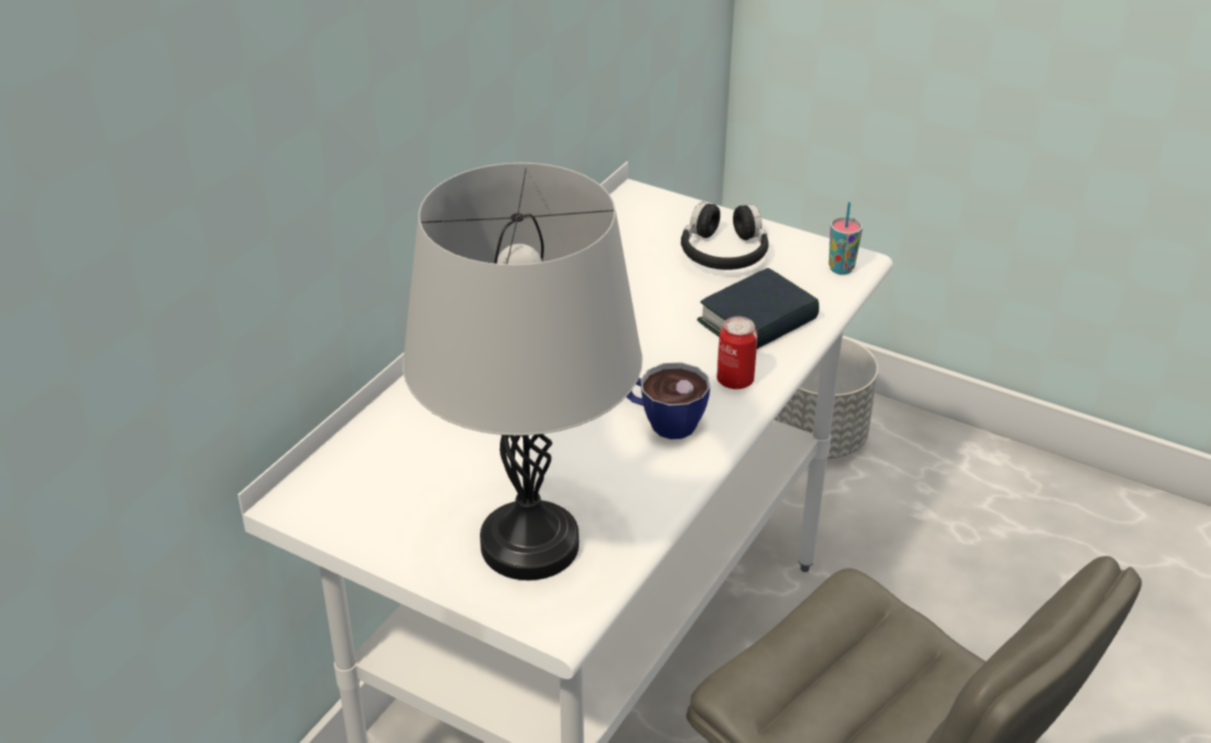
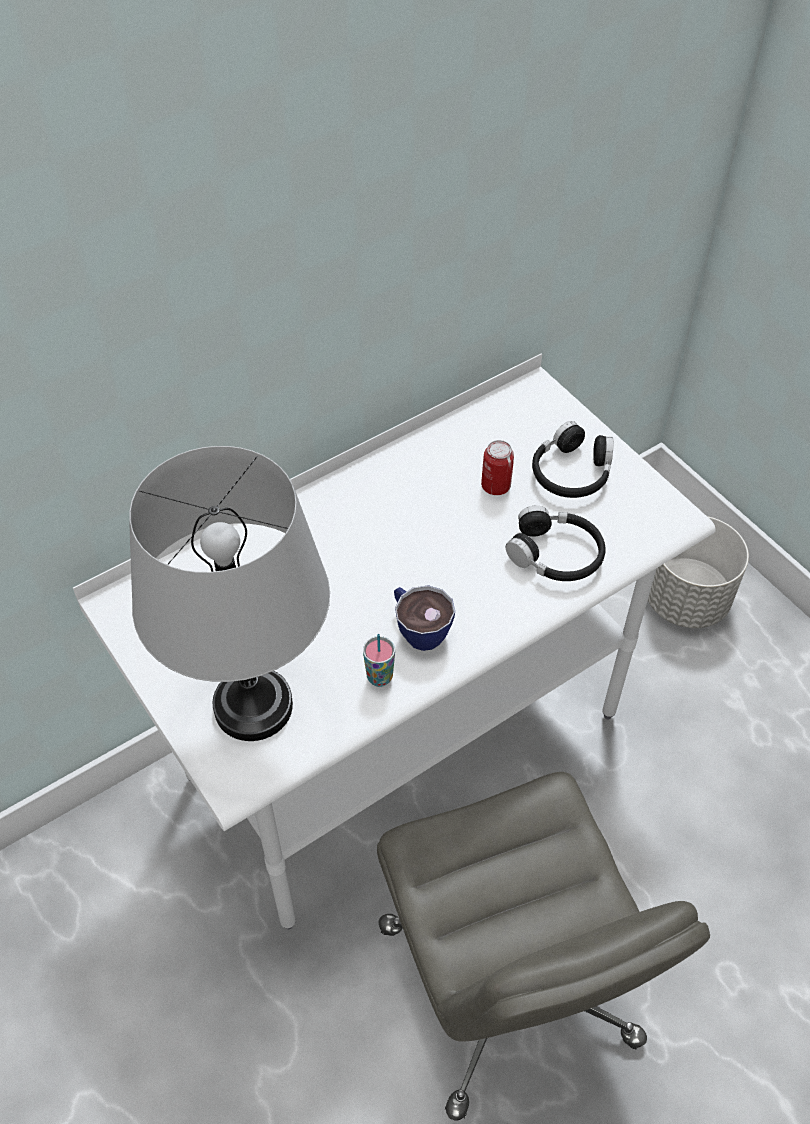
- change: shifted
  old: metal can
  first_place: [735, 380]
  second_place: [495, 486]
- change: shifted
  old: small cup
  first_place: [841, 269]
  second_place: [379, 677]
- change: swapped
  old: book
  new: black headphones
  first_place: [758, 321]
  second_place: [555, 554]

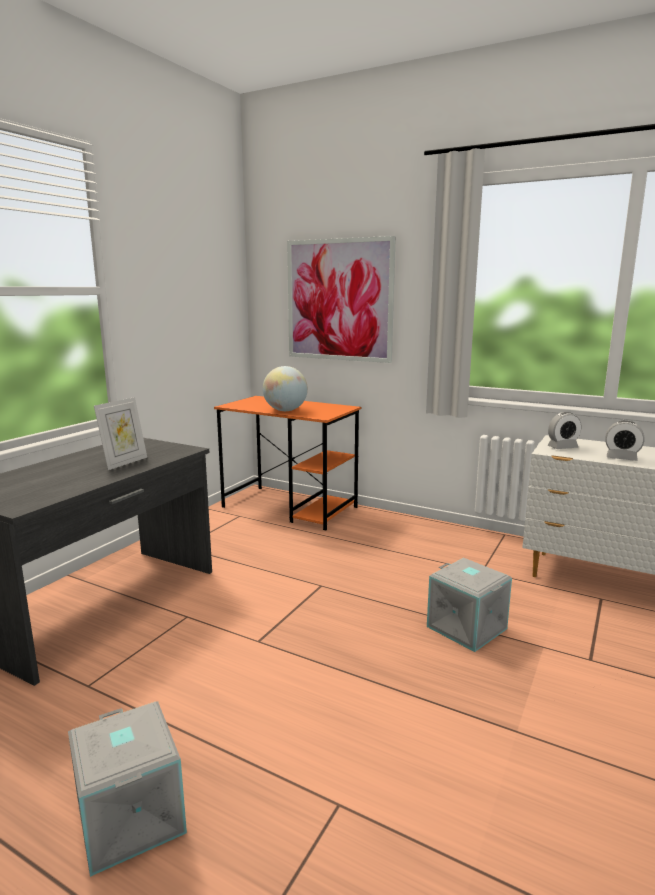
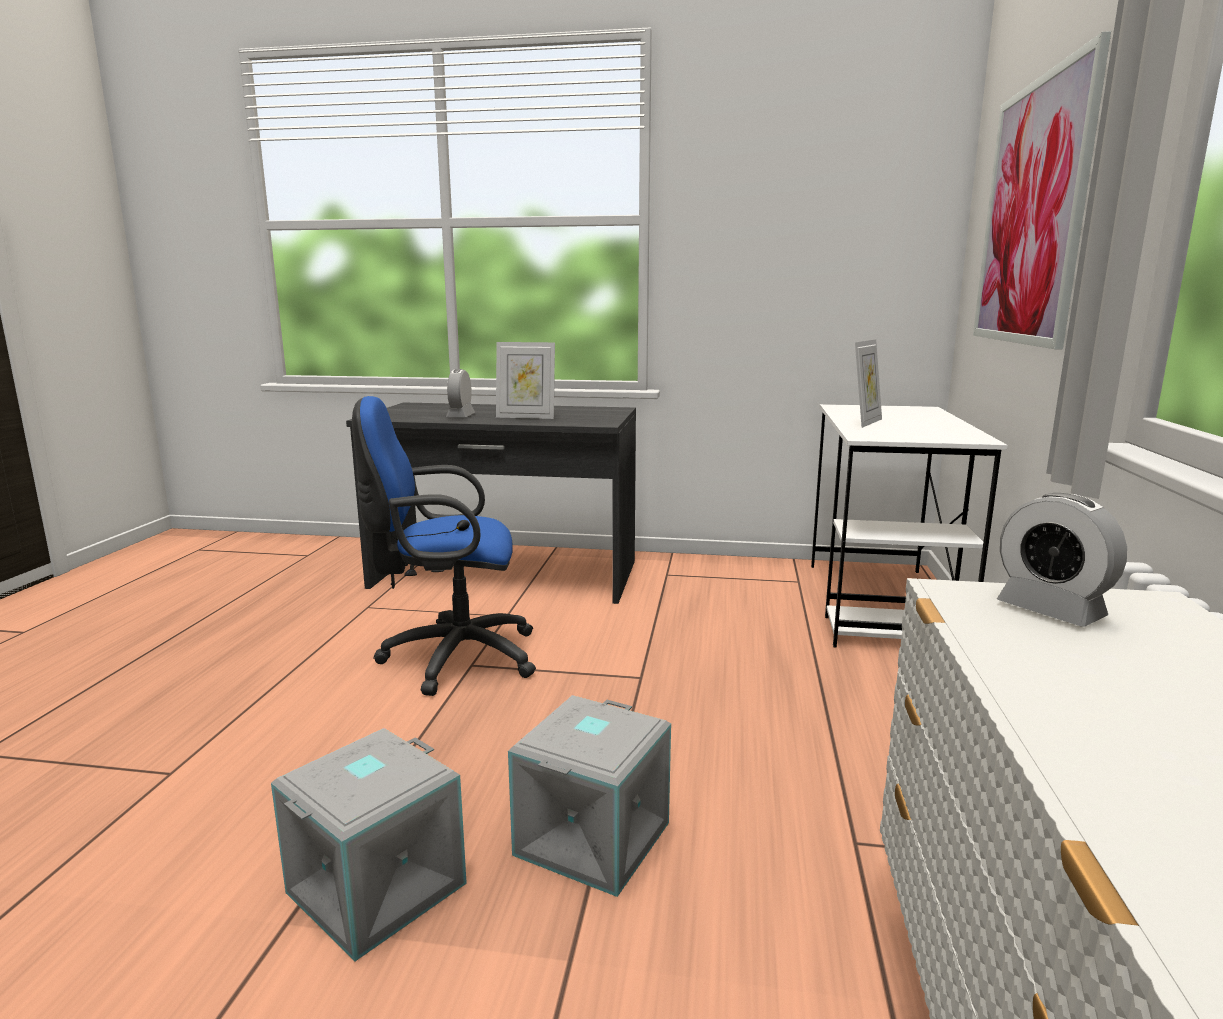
- change: new
  new: blue office chair
  second_place: [451, 658]
- change: shifted
  old: grey storage box
  first_place: [133, 817]
  second_place: [377, 890]
- change: shifted
  old: alarm clock
  first_place: [621, 458]
  second_place: [460, 416]
- change: swapped
  old: world globe
  new: picture frame
  first_place: [285, 410]
  second_place: [865, 422]
- change: repainted
  old: orange-coloured desk table
  new: white desk table
  first_place: [290, 507]
  second_place: [881, 605]

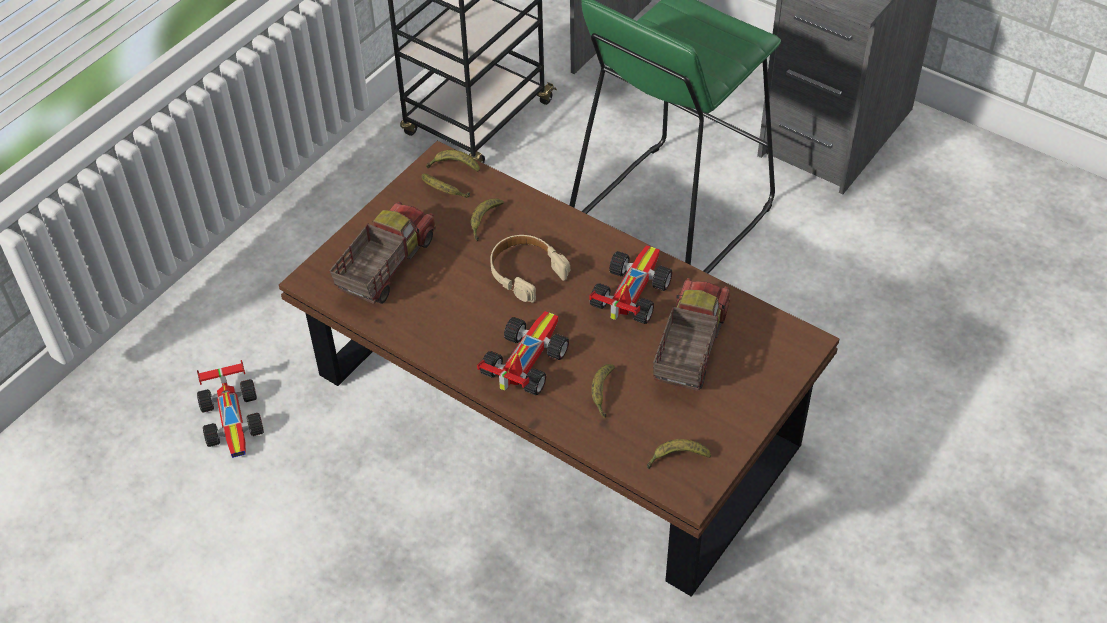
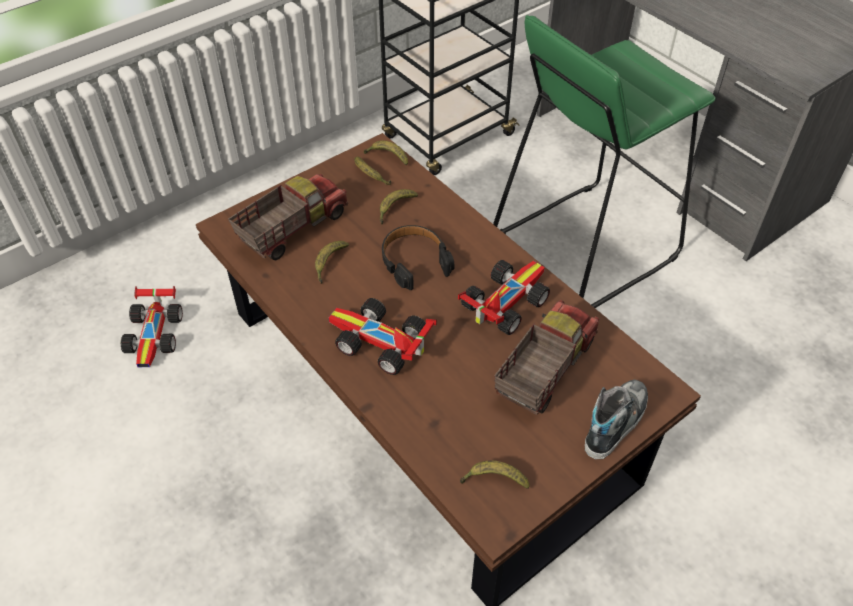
- change: new
  new: item of footwear
  second_place: [615, 422]
- change: shifted
  old: banana
  first_place: [602, 393]
  second_place: [329, 264]
- change: repainted
  old: sand-coloured headphones
  new: black headphones
  first_place: [526, 272]
  second_place: [414, 261]
- change: rotated
  old: miniature car
  first_place: [523, 361]
  second_place: [380, 343]
  degrees: -105

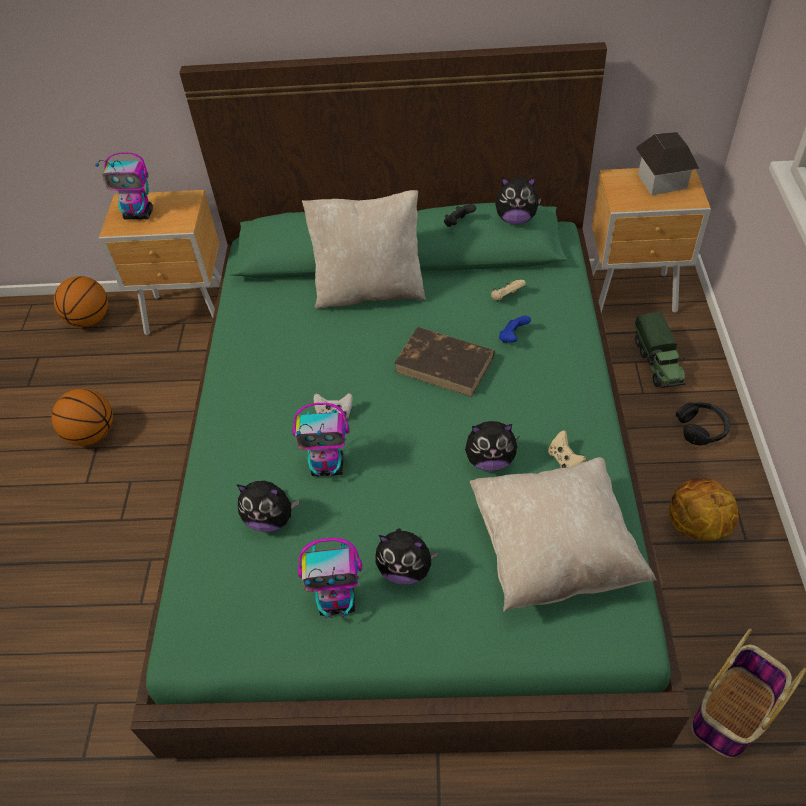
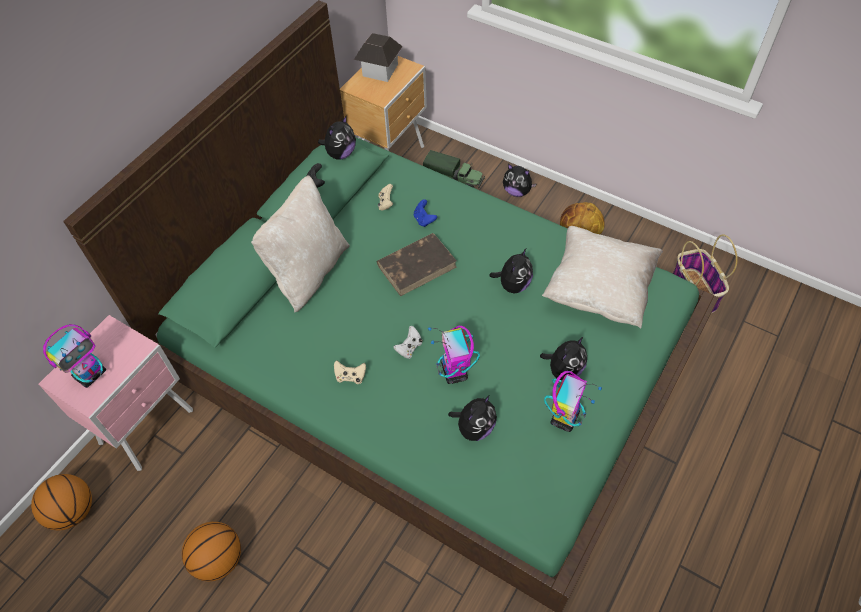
- change: shifted
  old: sand-coloured game controller
  first_place: [564, 460]
  second_place: [350, 377]
- change: swapped
  old: black headphones
  new: soft toy
  first_place: [701, 428]
  second_place: [517, 191]
- change: repainted
  old: brown night table
  new: pink night table
  first_place: [190, 315]
  second_place: [149, 426]
- change: rotated
  old: model robot
  first_place: [328, 466]
  second_place: [454, 373]
  degrees: 135

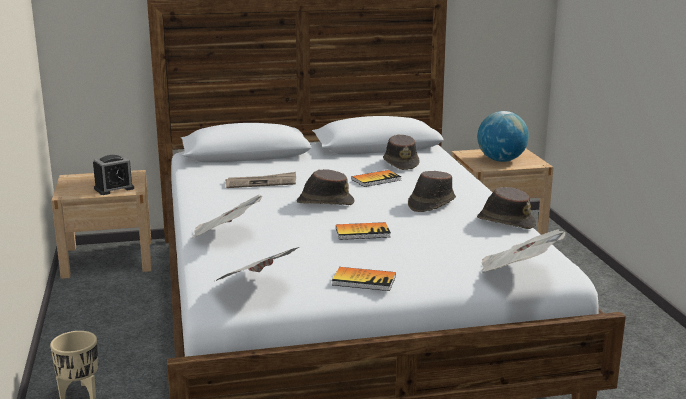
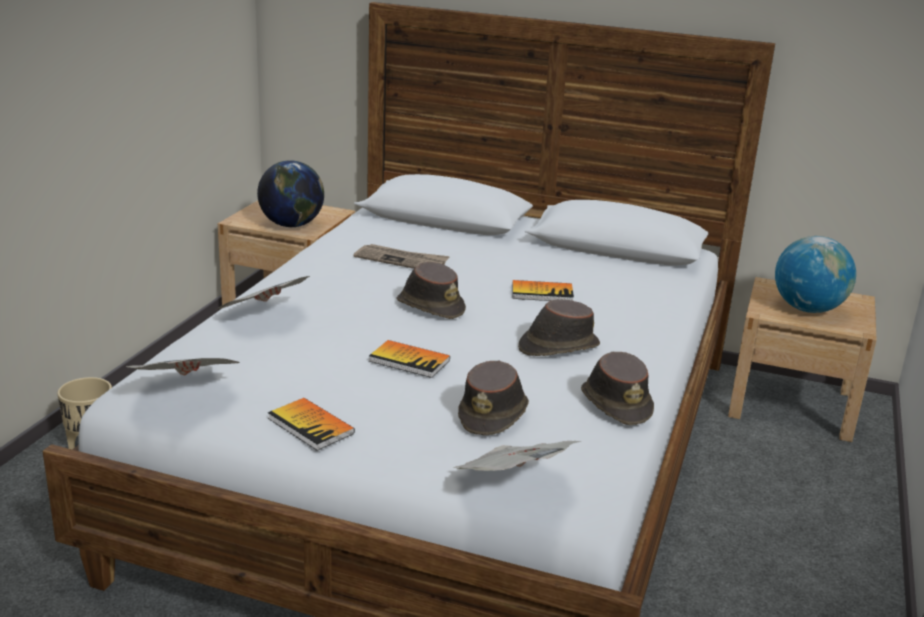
- change: shifted
  old: brown clothing hat
  first_place: [401, 163]
  second_place: [494, 414]
- change: swapped
  old: alarm clock
  new: world globe
  first_place: [114, 188]
  second_place: [292, 225]

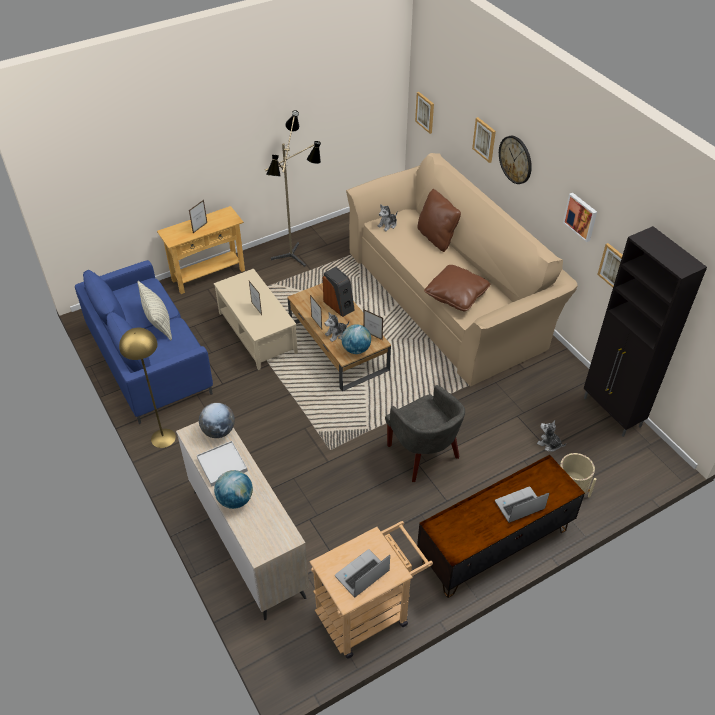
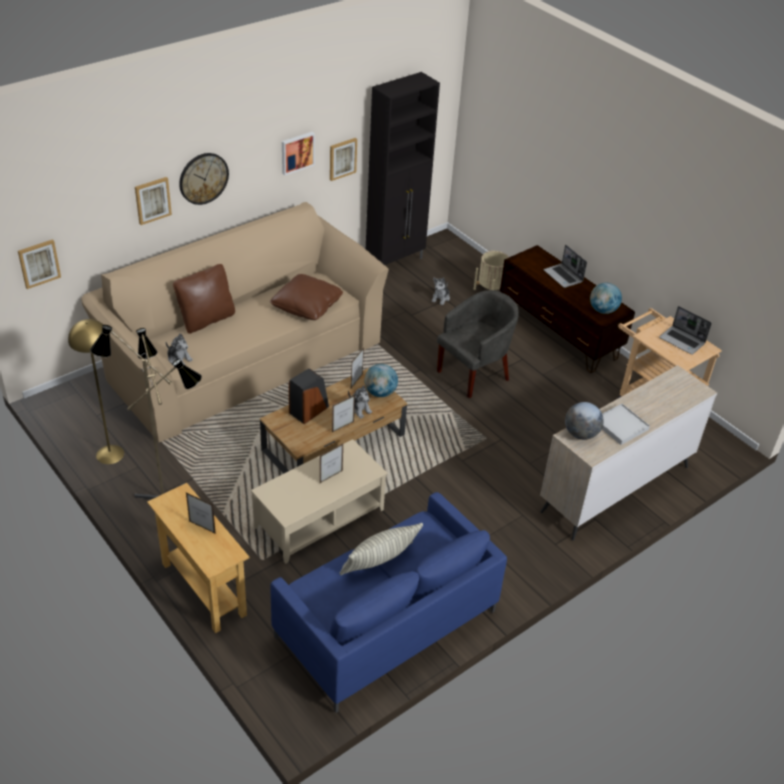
- change: shifted
  old: yellow floor lamp
  first_place: [163, 438]
  second_place: [110, 454]
- change: shifted
  old: world globe
  first_place: [235, 499]
  second_place: [602, 310]

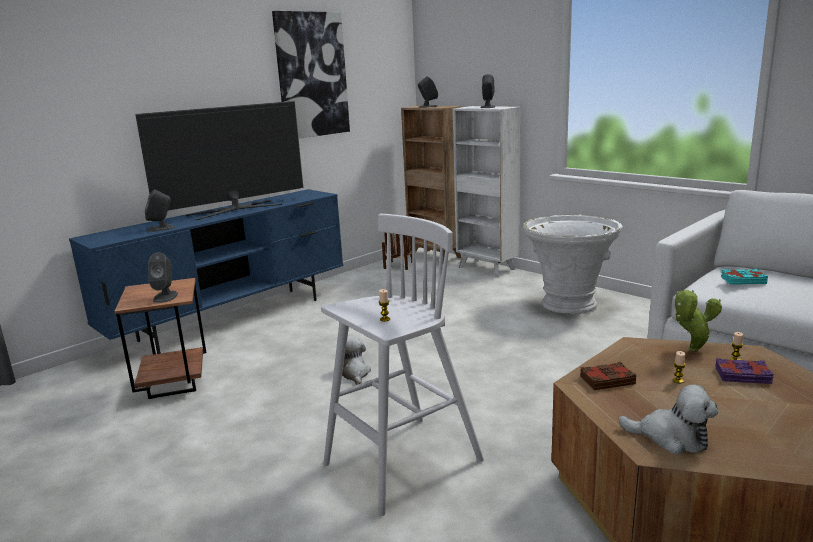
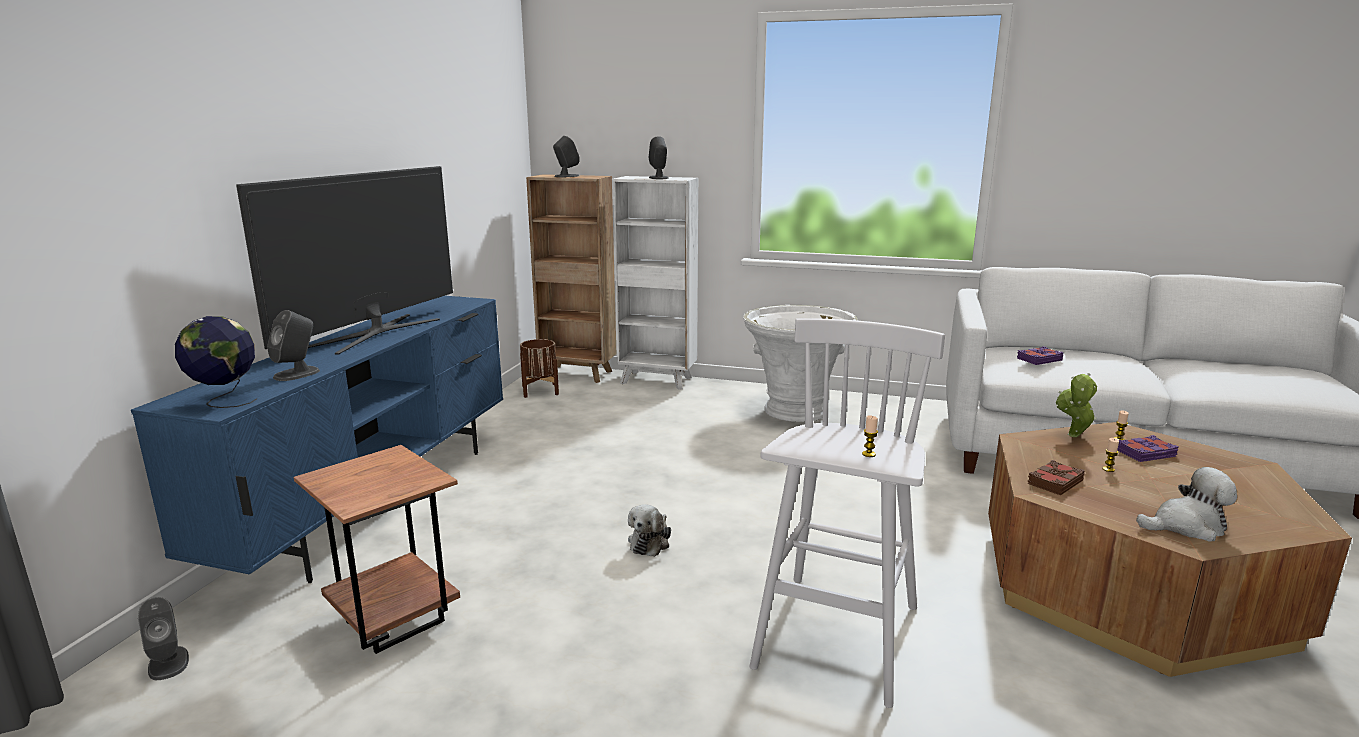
- change: gone
  old: wall picture
  first_place: [311, 75]
- change: new
  new: world globe
  second_place: [225, 401]
- change: shifted
  old: grey speaker
  first_place: [165, 297]
  second_place: [168, 663]
- change: repainted
  old: turquoise-coloured book
  new: purplish book
  first_place: [743, 280]
  second_place: [1038, 359]
- change: rotated
  old: soft toy
  first_place: [355, 374]
  second_place: [650, 542]
  degrees: -120

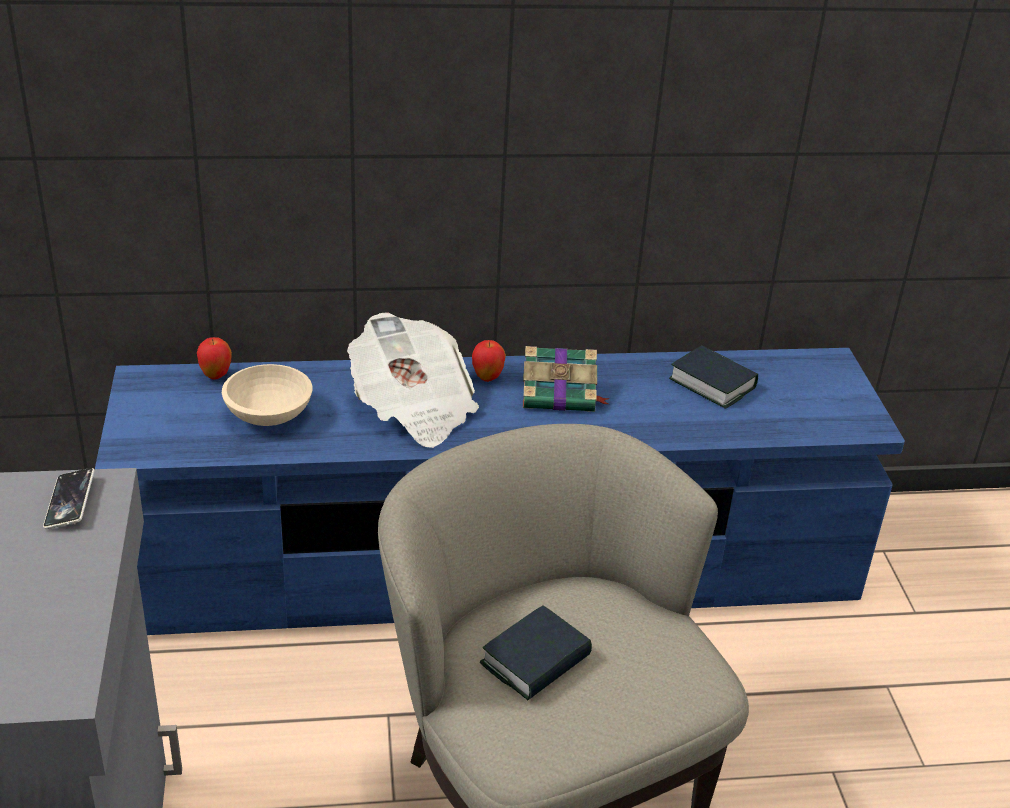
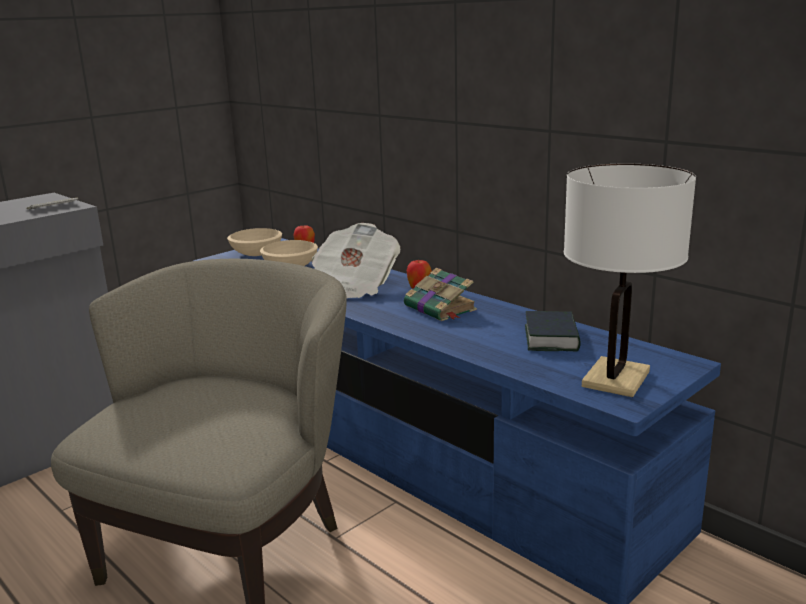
- change: gone
  old: book
  first_place: [536, 660]
- change: new
  new: sand-coloured bowl
  second_place: [257, 254]
- change: new
  new: white tabletop lamp
  second_place: [616, 379]

